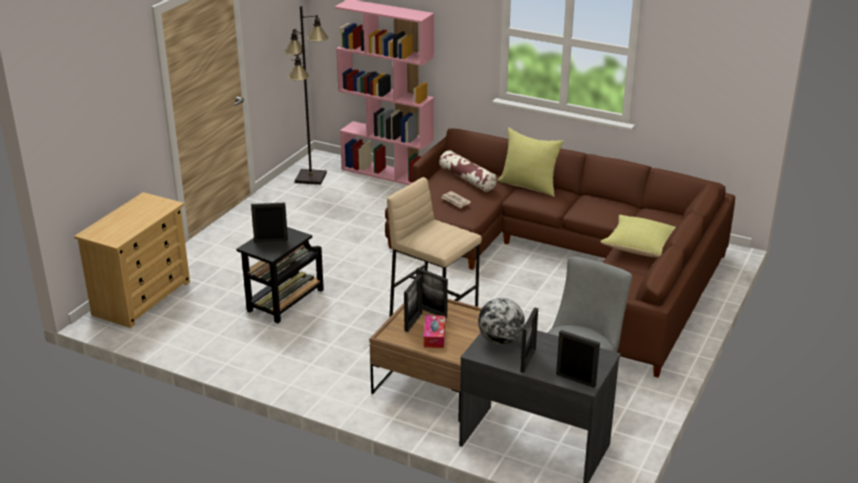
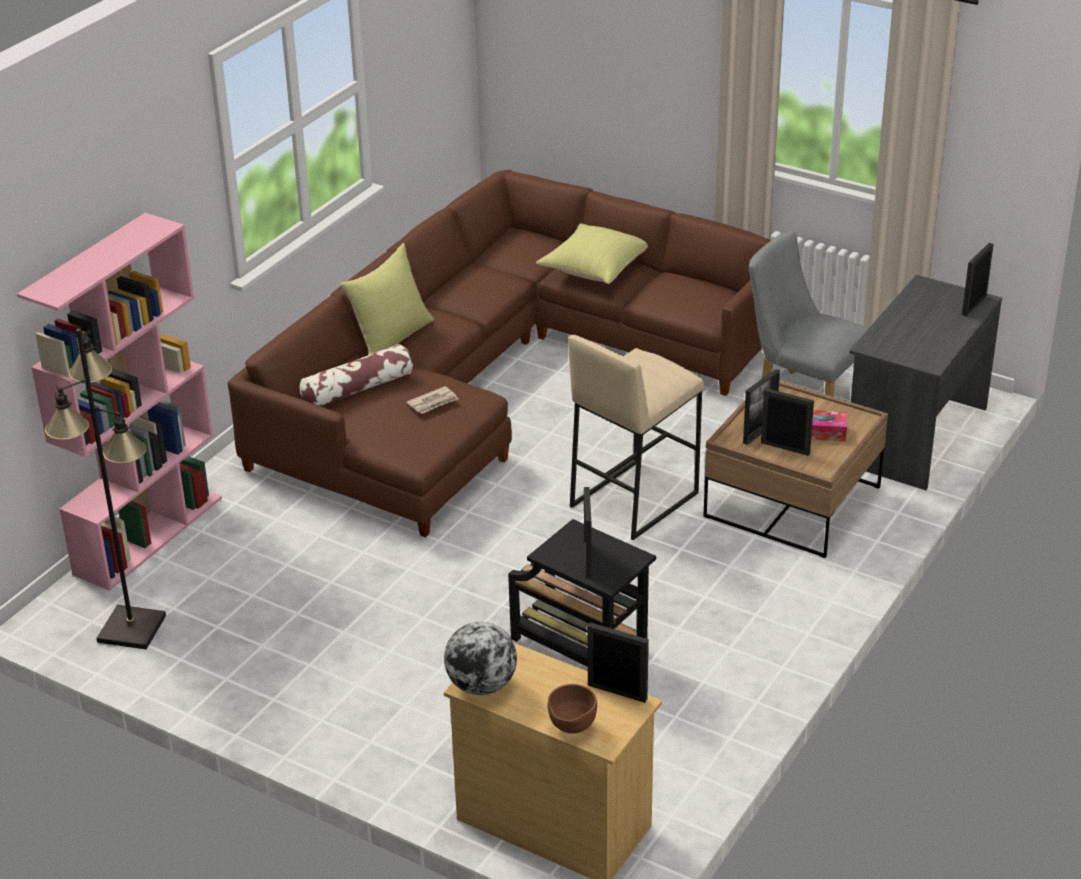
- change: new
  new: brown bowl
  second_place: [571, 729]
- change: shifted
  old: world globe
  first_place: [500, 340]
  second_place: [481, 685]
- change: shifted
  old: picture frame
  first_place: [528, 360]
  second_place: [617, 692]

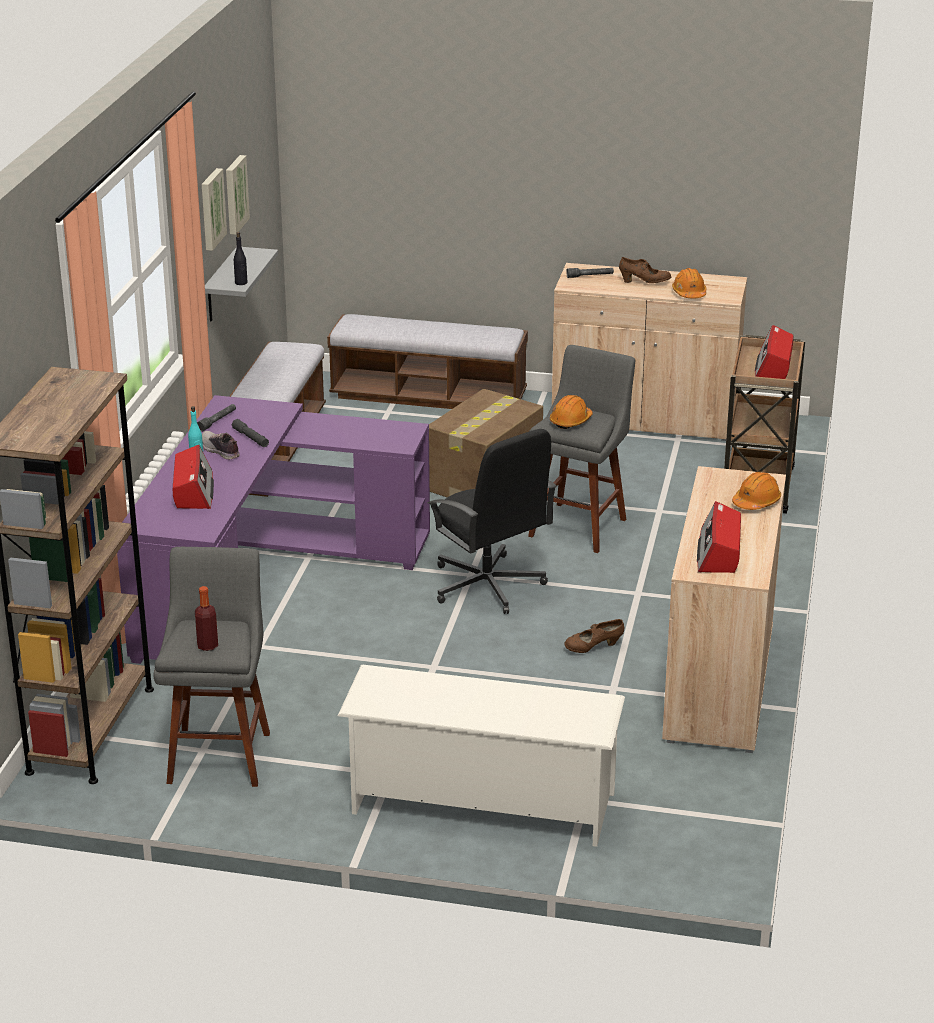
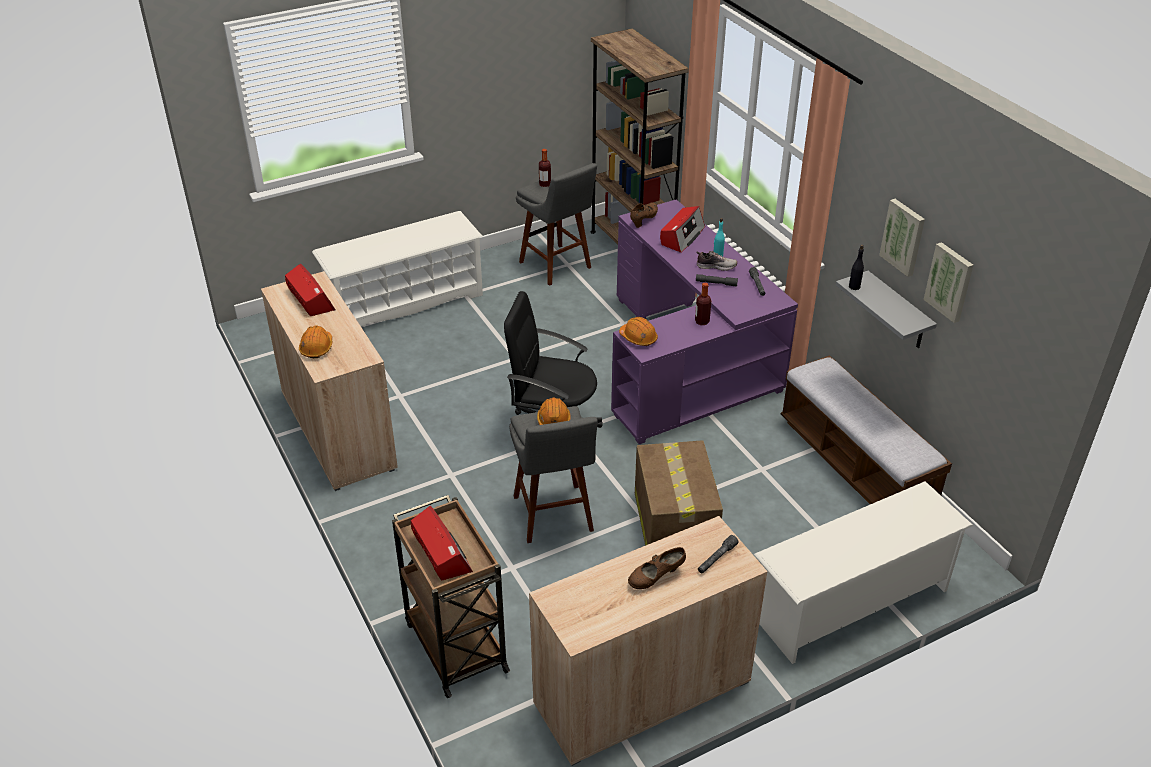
- change: new
  new: drink bottle
  second_place: [702, 321]
- change: shifted
  old: brown item of footwear
  first_place: [593, 648]
  second_place: [644, 220]
- change: shifted
  old: orange-coloured hard hat
  first_place: [689, 293]
  second_place: [638, 338]
- change: swapped
  old: long seat
  new: white shoe shelf
  first_place: [428, 396]
  second_place: [850, 603]
- change: rotated
  old: radio
  first_place: [193, 491]
  second_place: [682, 236]
  degrees: -105

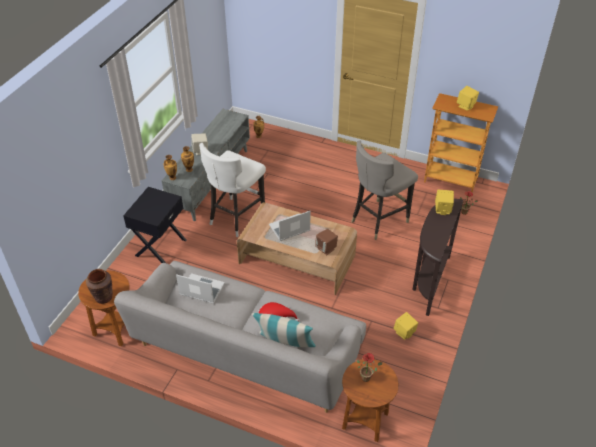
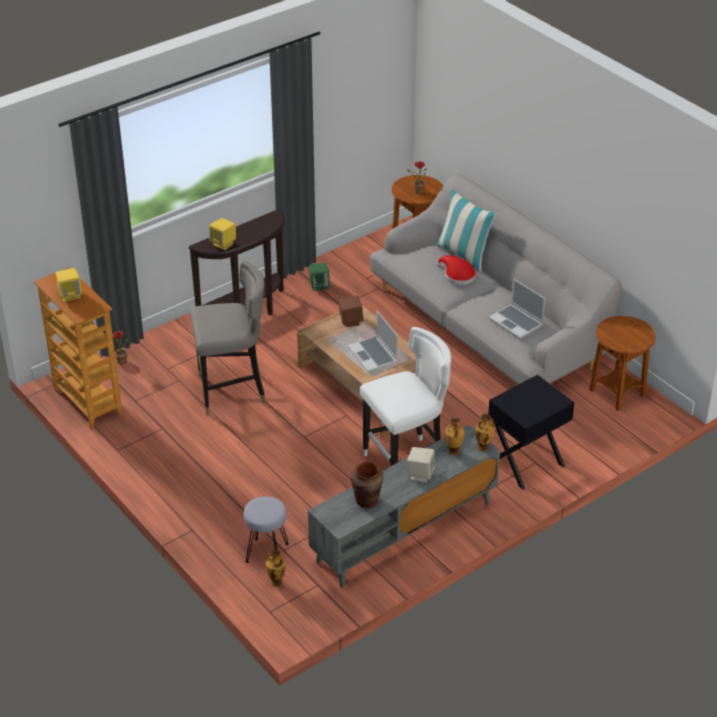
- change: new
  new: grey sitting stool
  second_place: [267, 553]
- change: shifted
  old: brown flower vase
  first_place: [103, 297]
  second_place: [366, 500]
- change: repainted
  old: yellow speaker
  new: greenish speaker
  first_place: [404, 333]
  second_place: [319, 285]
- change: rotated
  old: notebook computer
  first_place: [289, 229]
  second_place: [373, 355]
  degrees: 60

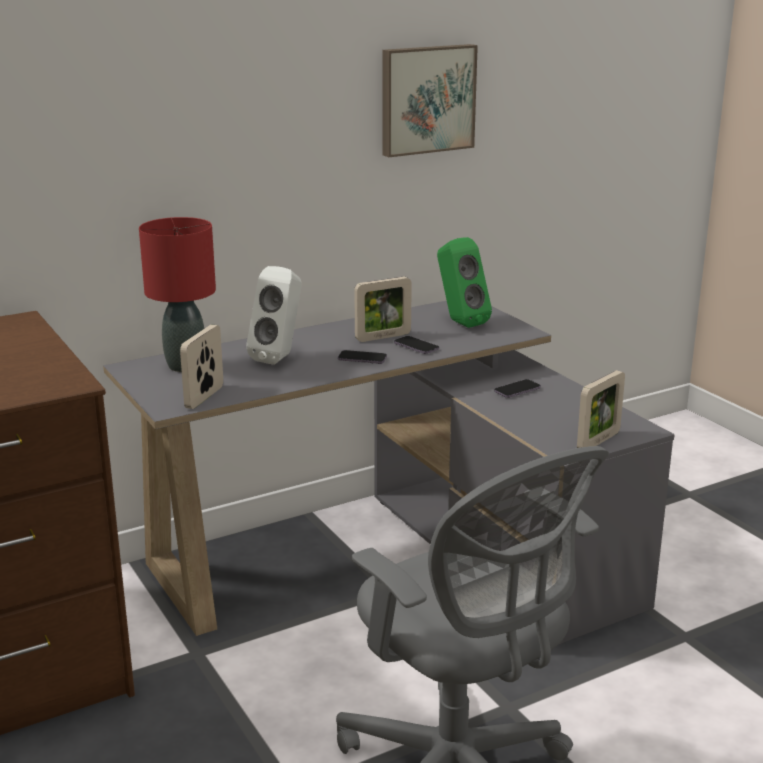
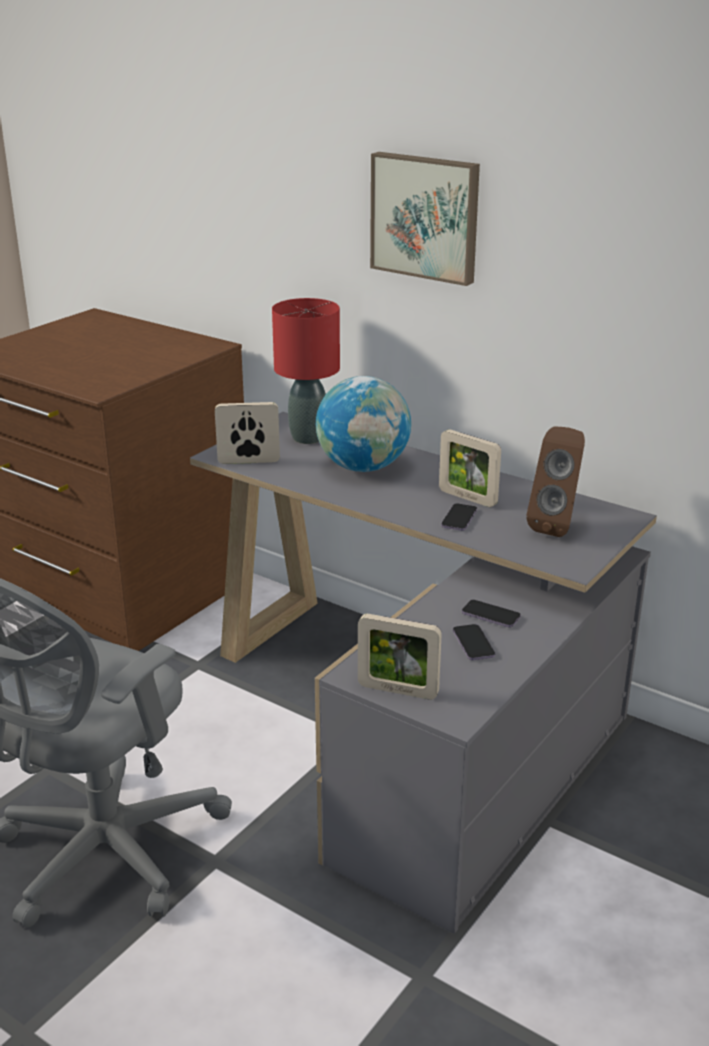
- change: shifted
  old: phone
  first_place: [362, 359]
  second_place: [473, 644]
- change: shifted
  old: wall picture
  first_place: [426, 99]
  second_place: [426, 217]
- change: swapped
  old: white speaker
  new: world globe
  first_place: [280, 358]
  second_place: [363, 467]
- change: repainted
  old: greenish speaker
  new: brown speaker
  first_place: [459, 323]
  second_place: [557, 526]

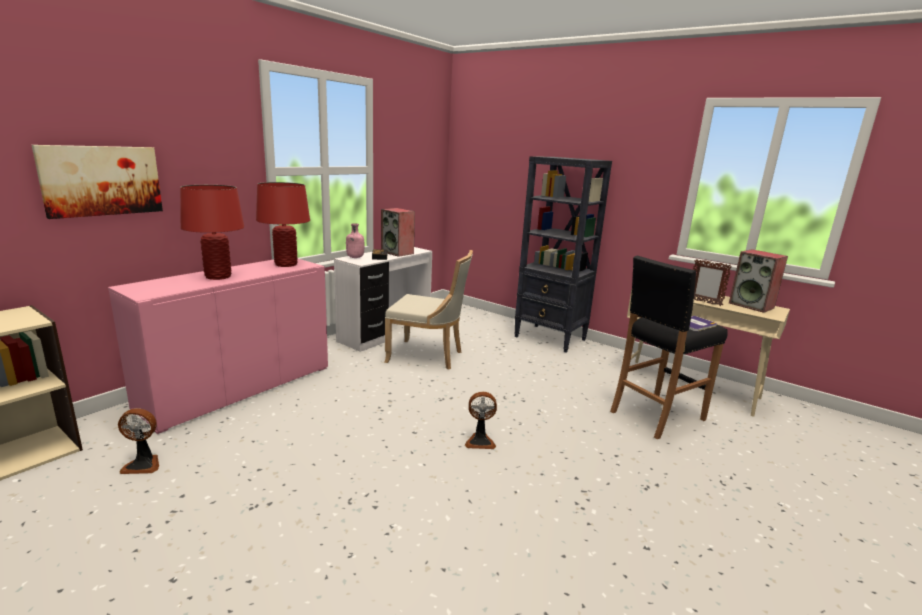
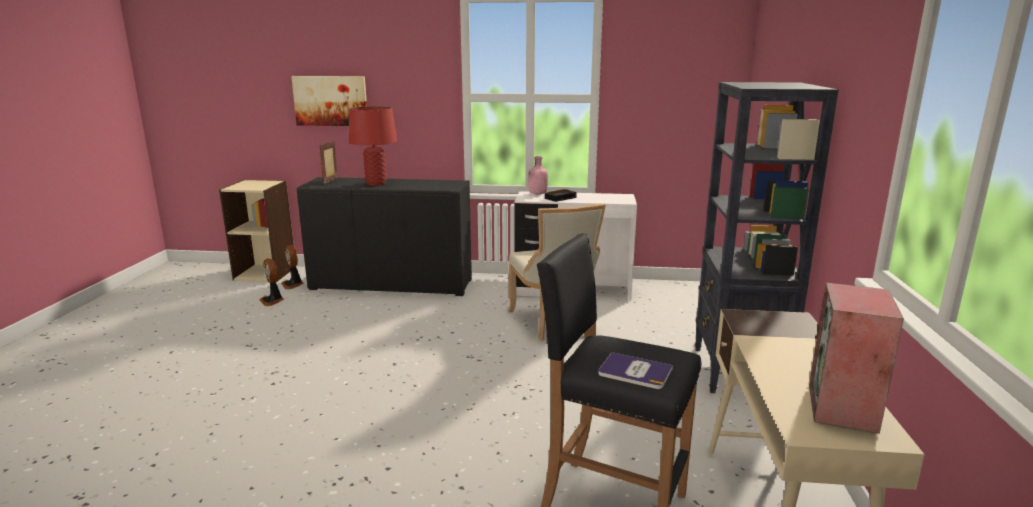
- change: gone
  old: reddish tabletop lamp
  first_place: [286, 264]
- change: gone
  old: speaker
  first_place: [398, 252]
- change: shifted
  old: cooling fan
  first_place: [480, 441]
  second_place: [293, 284]
- change: shifted
  old: picture frame
  first_place: [704, 302]
  second_place: [331, 181]
- change: repainted
  old: pink cabinet
  new: black cabinet
  first_place: [239, 388]
  second_place: [391, 284]

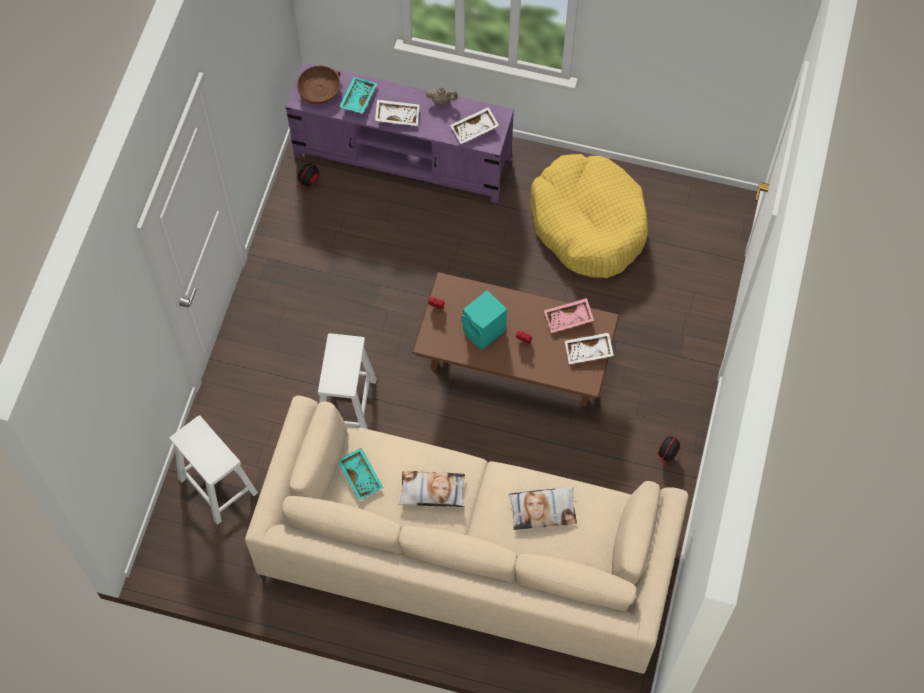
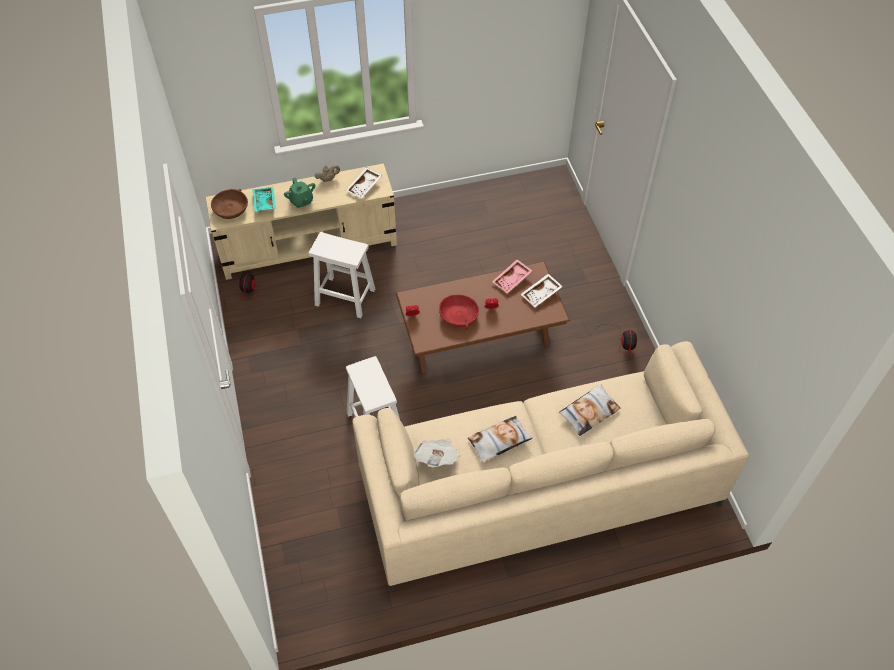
- change: gone
  old: yellow pet bed
  first_place: [588, 223]
- change: shifted
  old: white sitting stool
  first_place: [217, 485]
  second_place: [344, 297]
- change: swapped
  old: turquoise-coloured serving tray
  new: newspaper
  first_place: [361, 476]
  second_place: [437, 458]
- change: swapped
  old: white serving tray
  new: greenish teapot
  first_place: [397, 115]
  second_place: [301, 201]
- change: swapped
  old: turquoise-coloured speaker
  new: reddish bowl
  first_place: [484, 332]
  second_place: [459, 315]
- change: repainted
  old: purplish tv unit
  new: sand-coloured tv unit
  first_place: [403, 157]
  second_place: [309, 246]

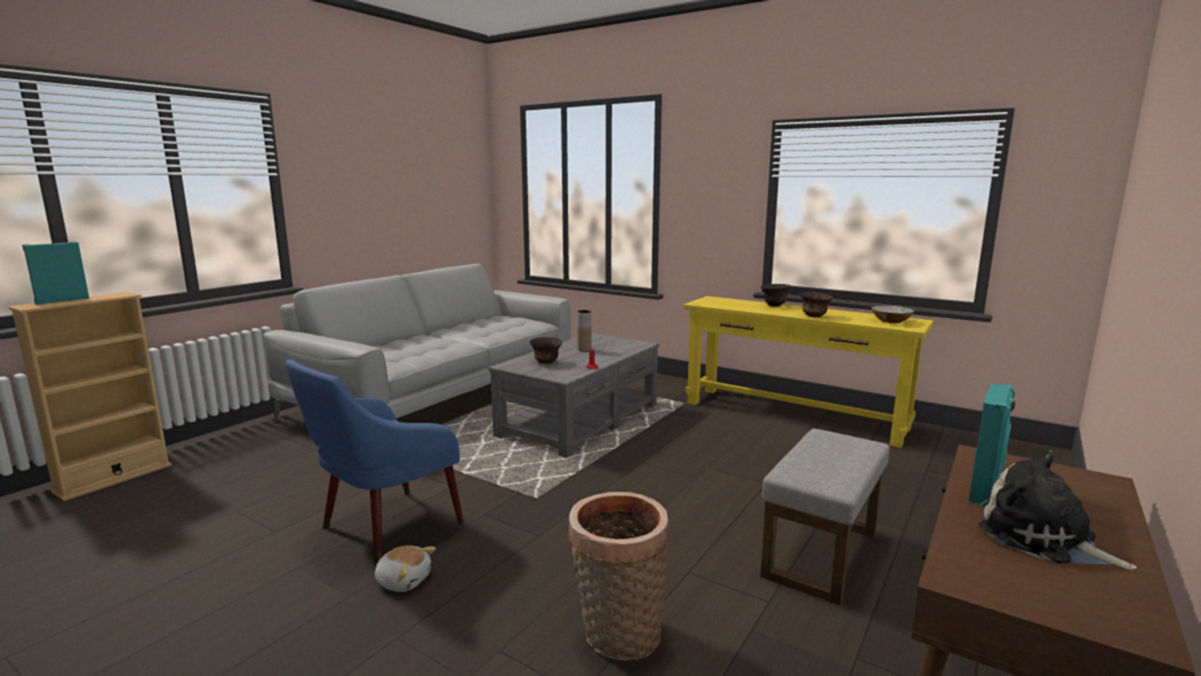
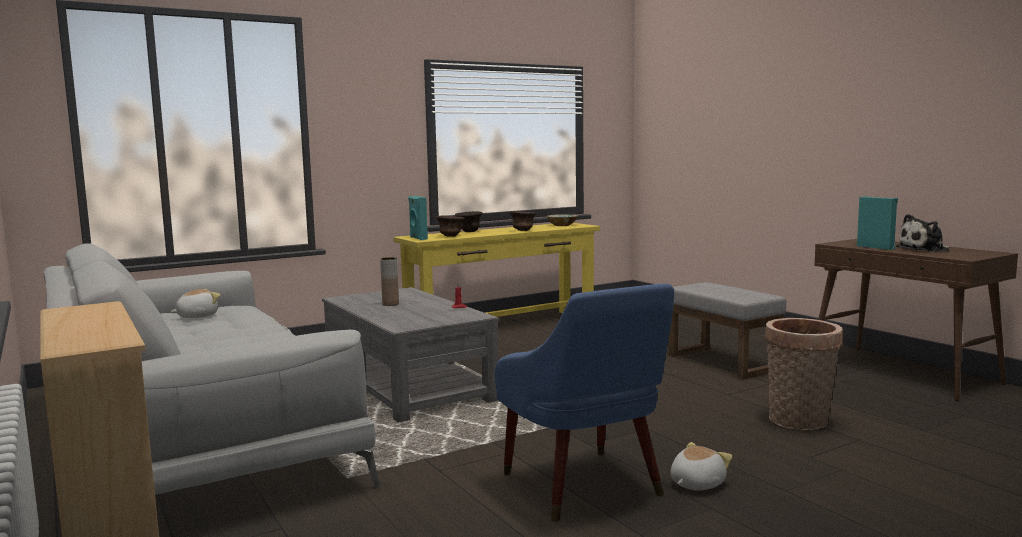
- change: new
  new: soft toy
  second_place: [197, 316]
- change: shifted
  old: turquoise-coloured speaker
  first_place: [62, 301]
  second_place: [418, 238]
- change: shifted
  old: brown bowl
  first_place: [546, 362]
  second_place: [450, 236]

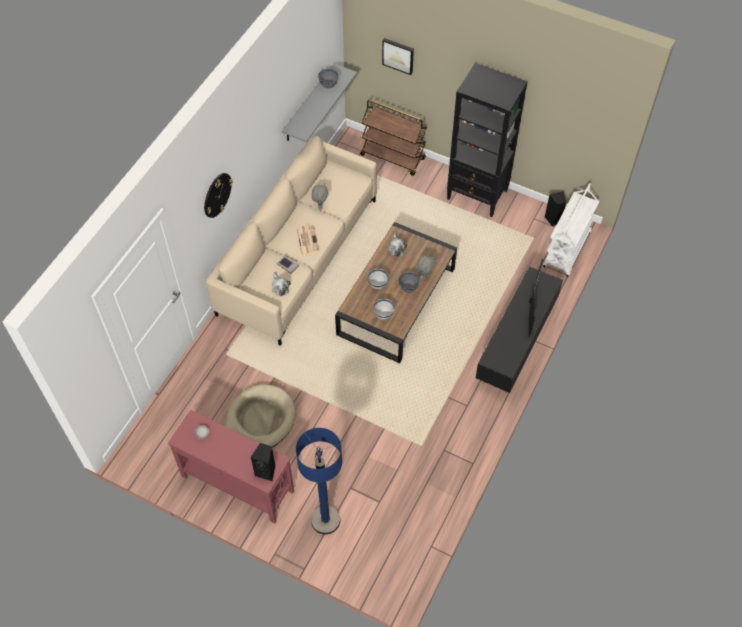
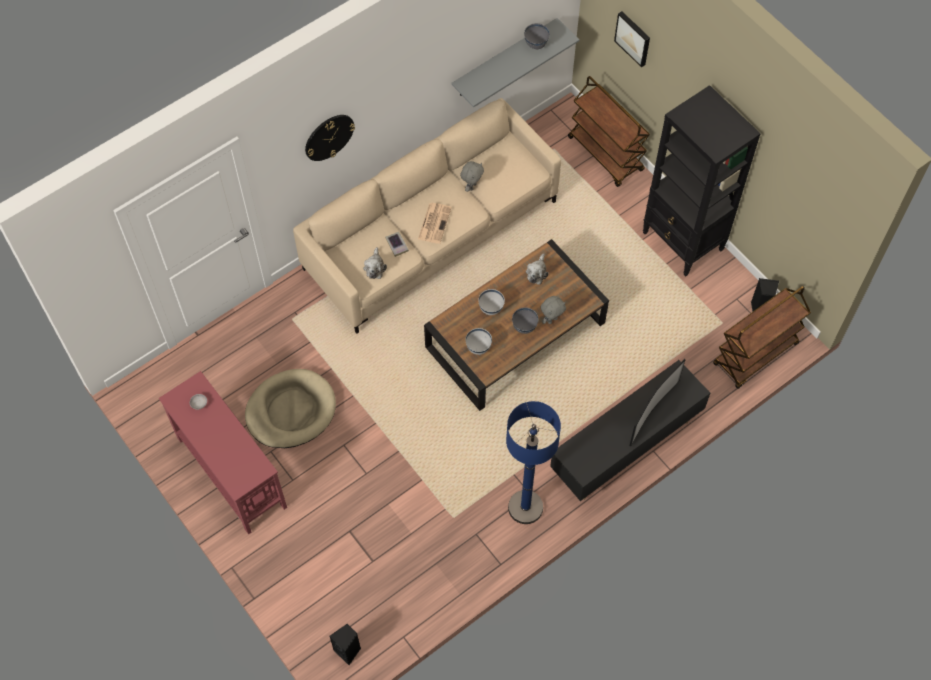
- change: shifted
  old: black speaker
  first_place: [266, 471]
  second_place: [348, 651]
- change: shifted
  old: blue floor lamp
  first_place: [325, 520]
  second_place: [525, 507]
- change: repainted
  old: white wheeled cart
  new: brown wheeled cart
  first_place: [567, 250]
  second_place: [755, 355]

